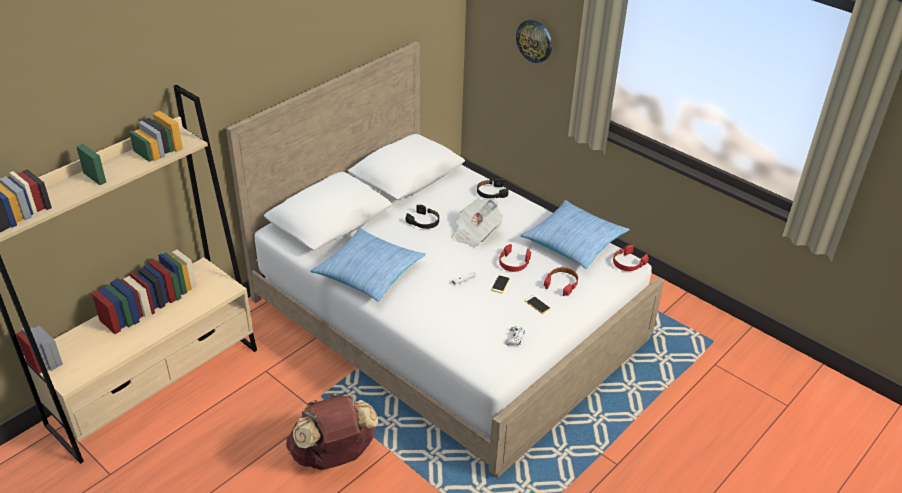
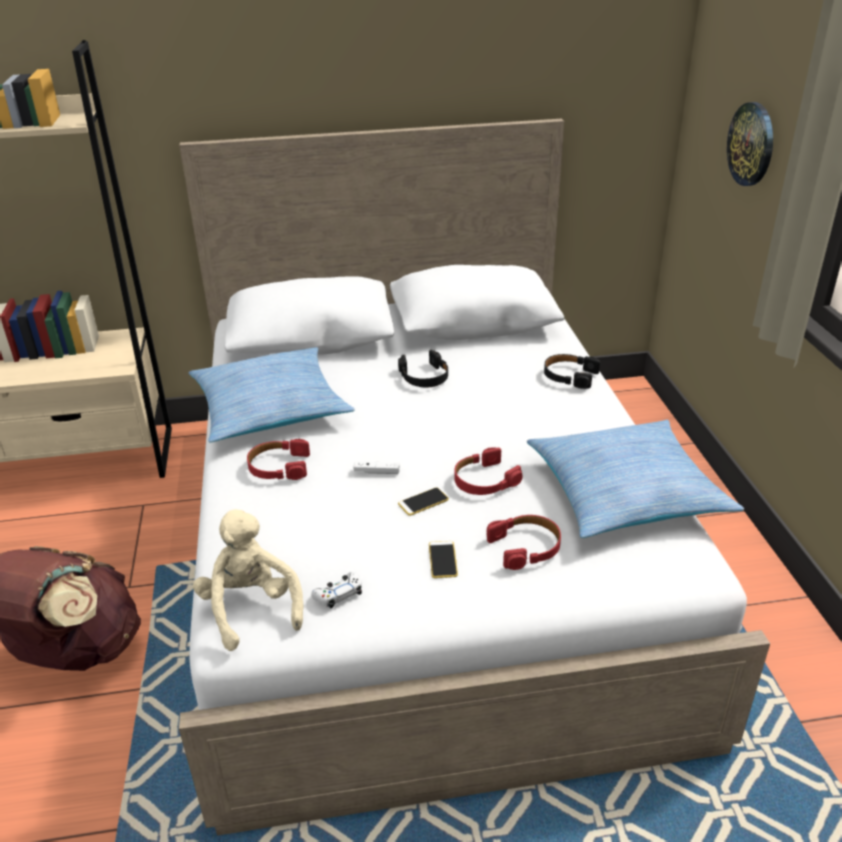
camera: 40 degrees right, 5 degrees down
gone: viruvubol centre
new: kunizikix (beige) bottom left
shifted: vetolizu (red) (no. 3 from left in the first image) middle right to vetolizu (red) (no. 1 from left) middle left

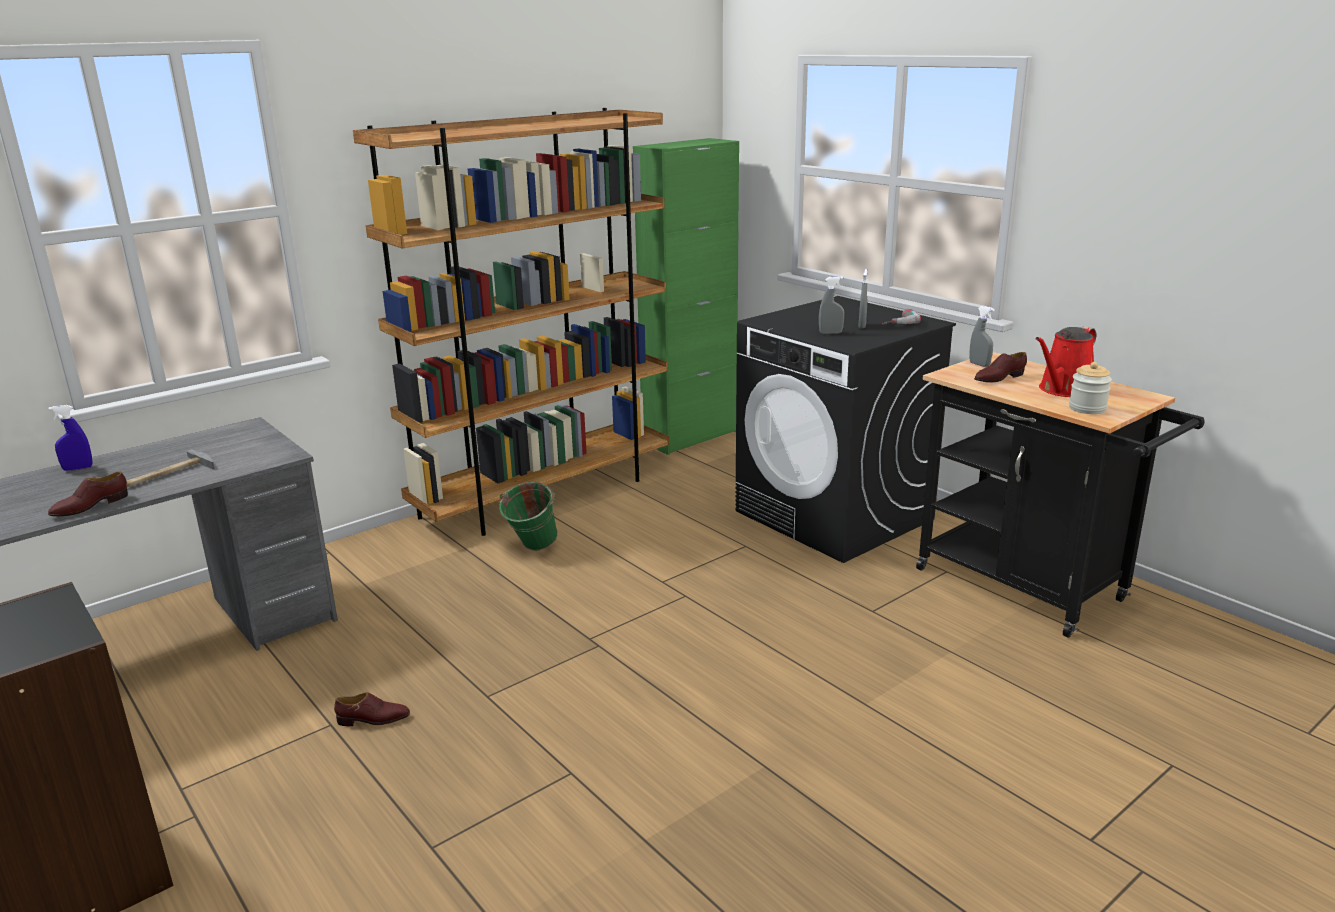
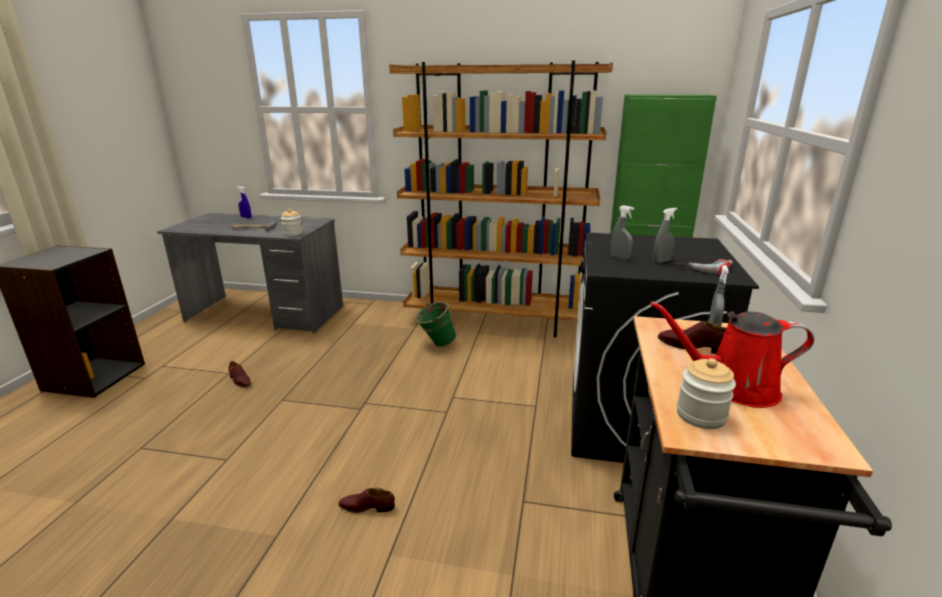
camera: 50 degrees right, 0 degrees up
new: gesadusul (no. 1 from left) middle left
shifted: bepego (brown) (no. 1 from left in the first image) middle left to bepego (brown) (no. 2 from left) bottom centre

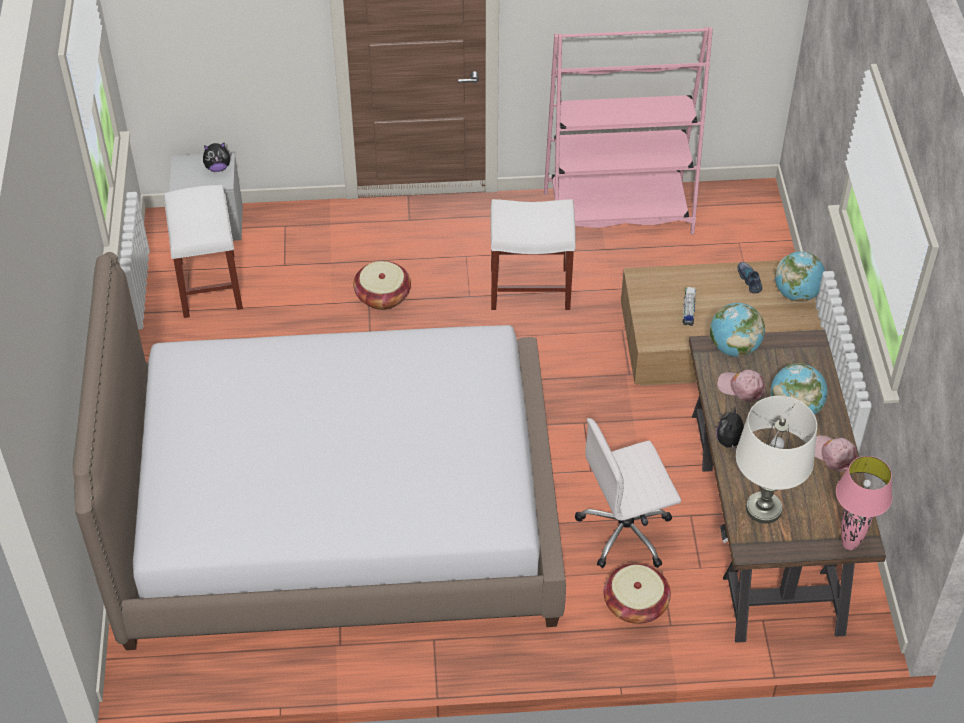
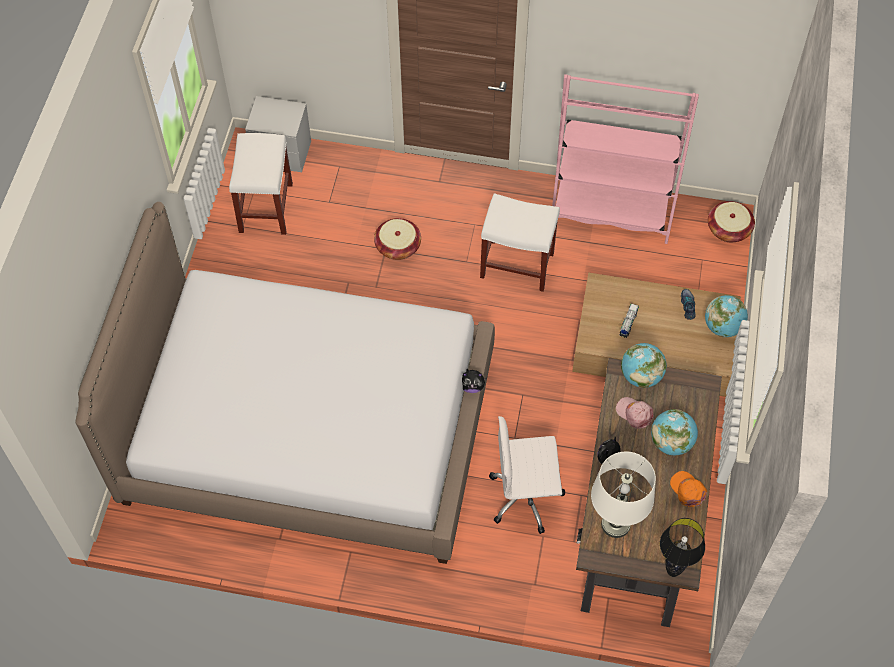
camera: 15 degrees right, 10 degrees up
shifted: kunizikix (no. 1 from left) top left to centre; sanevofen (no. 2 from left) bottom centre to top right
repainted: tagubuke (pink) (no. 2 from left) middle right to tagubuke (orange) bottom right; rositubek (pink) bottom right to rositubek (black) bottom right

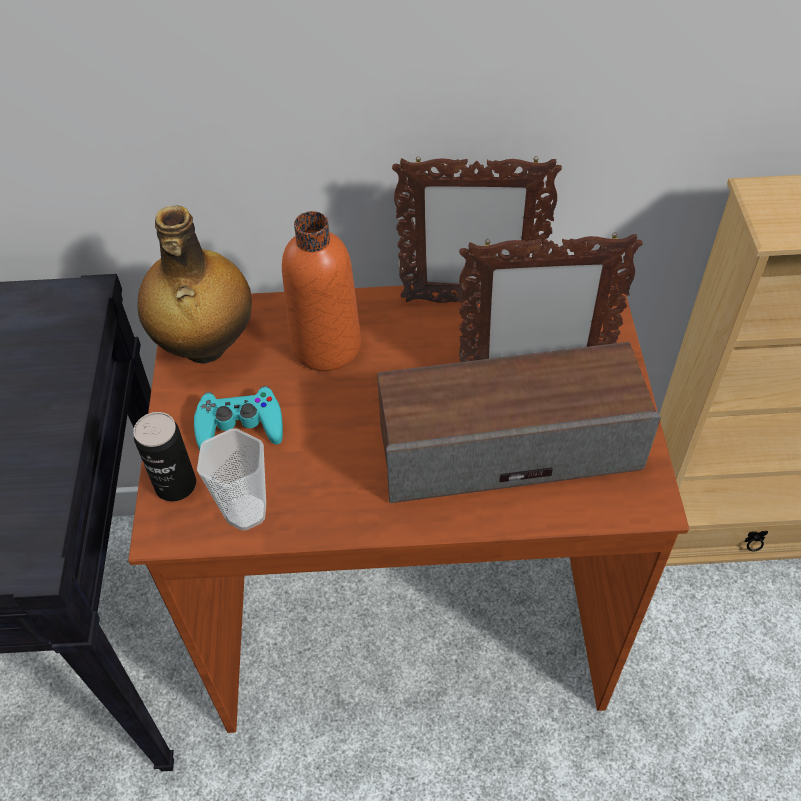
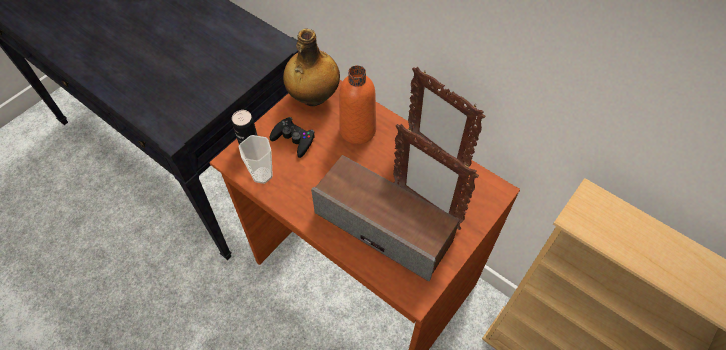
camera: 40 degrees right, 5 degrees up
repainted: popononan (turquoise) middle left to popononan (black) centre

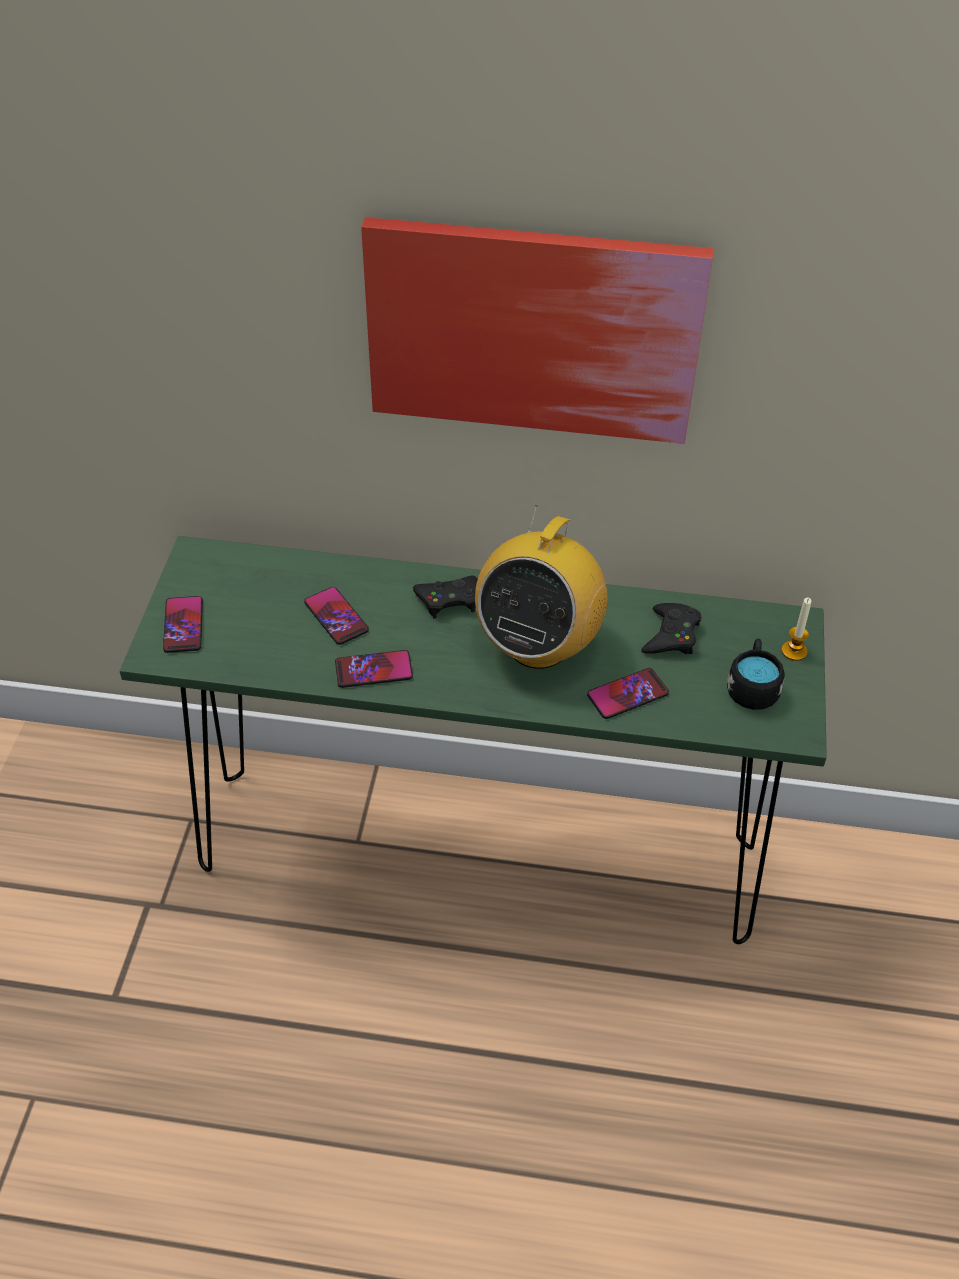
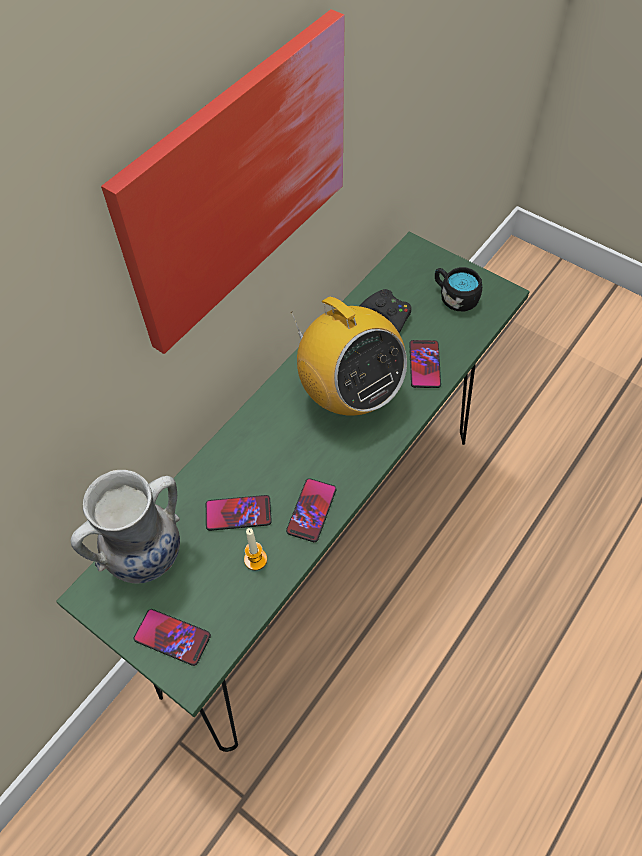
camera: 60 degrees left, 10 degrees up
gone: popononan (black) (no. 1 from left) centre
new: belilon middle left
shifted: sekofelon middle right to centre

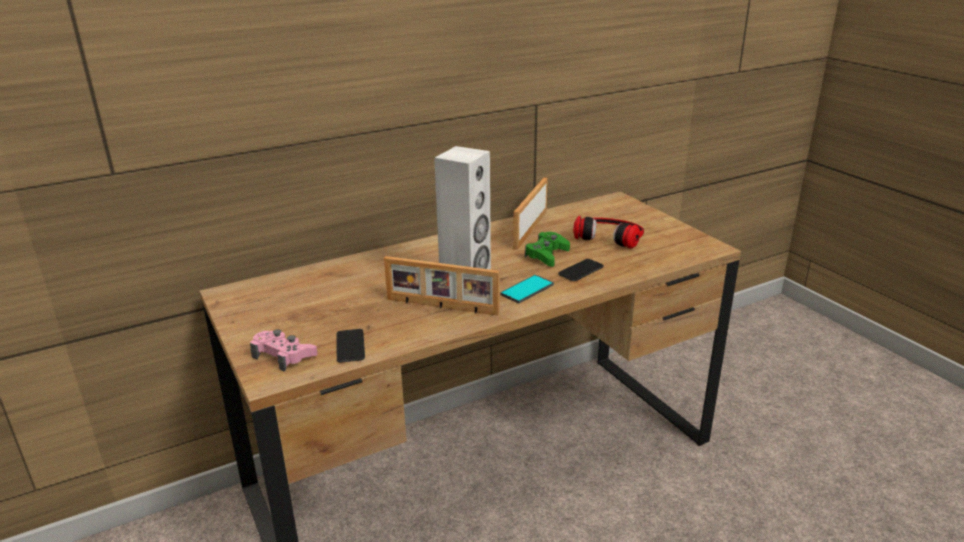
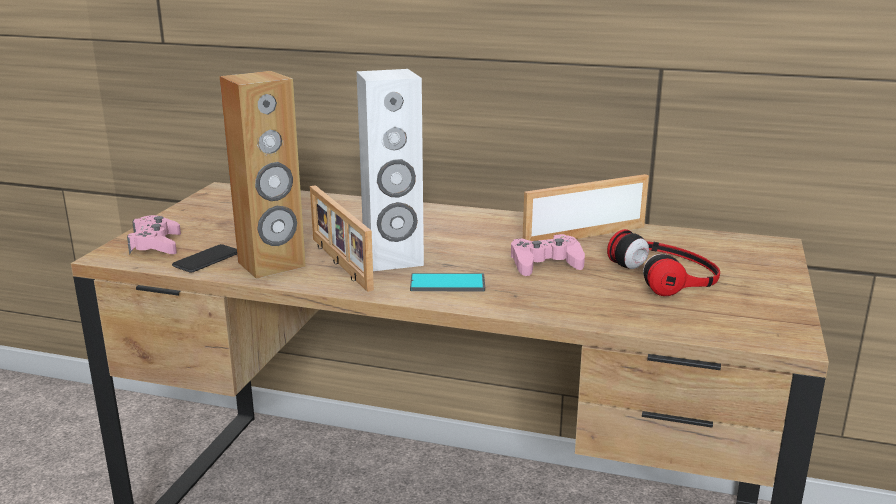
camera: 45 degrees right, 5 degrees down
gone: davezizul (no. 3 from left) centre
new: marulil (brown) middle left
repainted: popononan (green) centre to popononan (pink) (no. 2 from left) centre

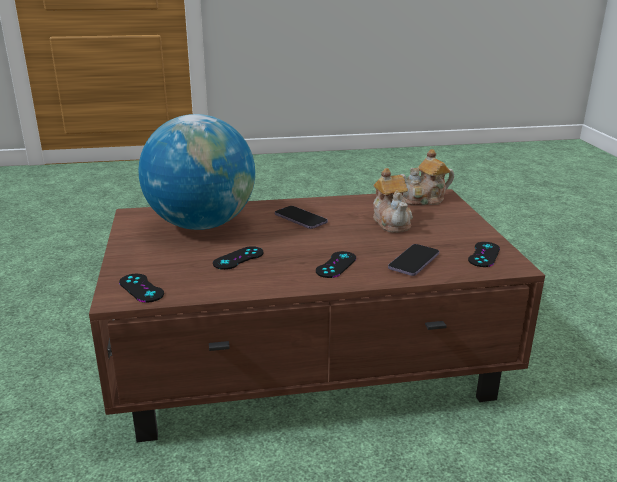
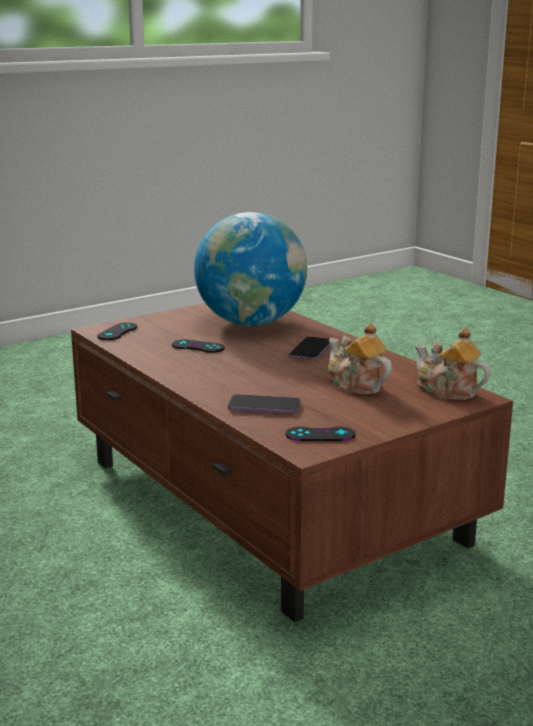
camera: 65 degrees right, 5 degrees down
gone: popononan (black) (no. 3 from left) centre
rotated: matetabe (no. 1 from left) centre = middle right 90 degrees clockwise

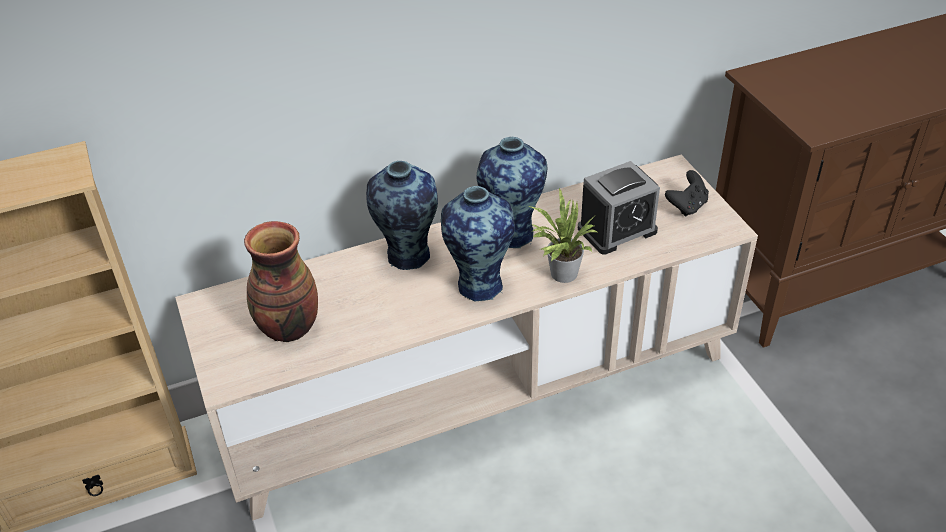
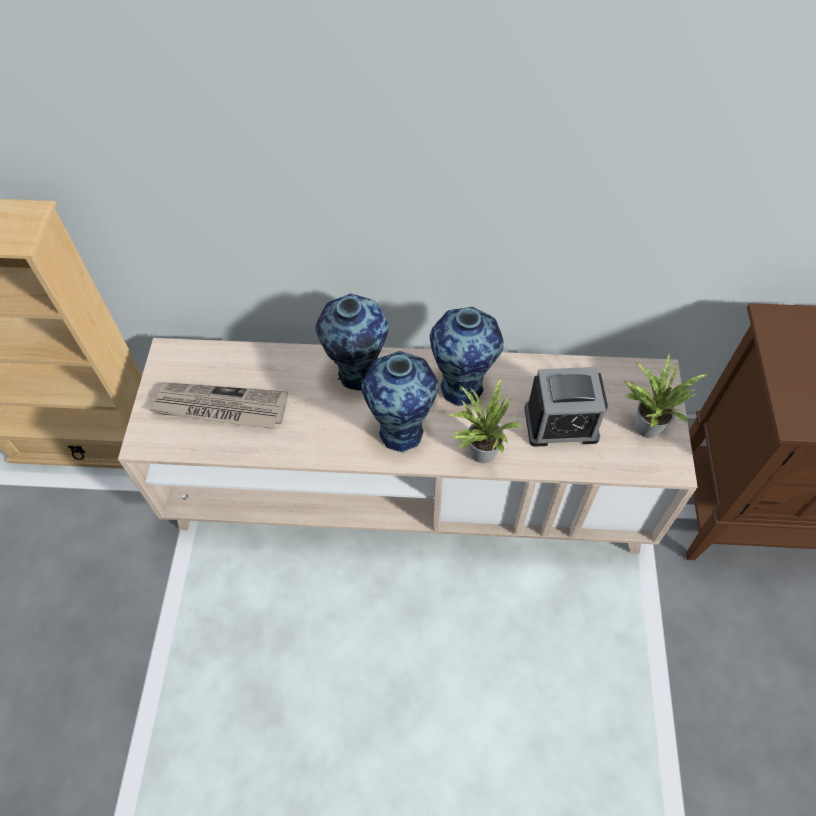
camera: 25 degrees right, 15 degrees up
swapped: belilon (no. 1 from left) middle left to viruvubol middle left; popononan (black) middle right to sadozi (no. 2 from left) middle right

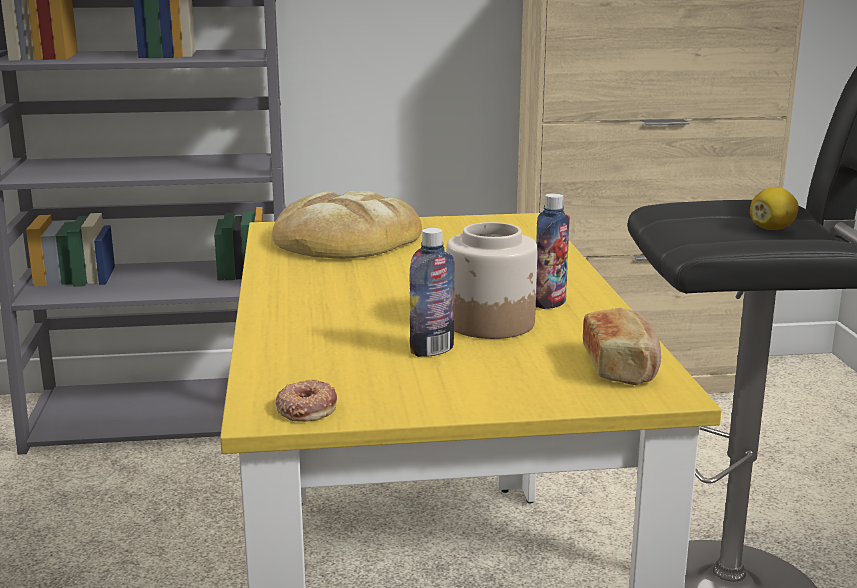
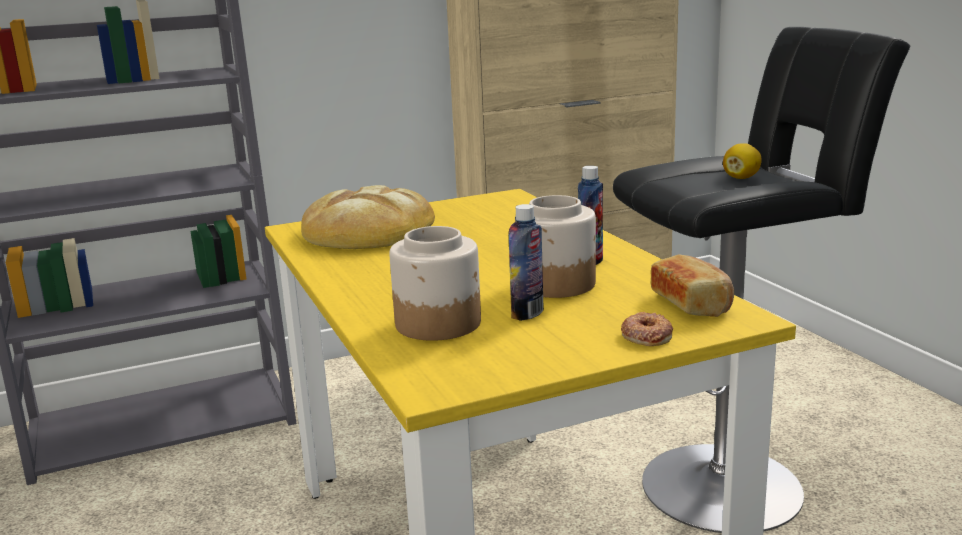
camera: 15 degrees left, 0 degrees up
new: gesadusul (no. 1 from left) centre
shifted: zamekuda bottom centre to middle right

